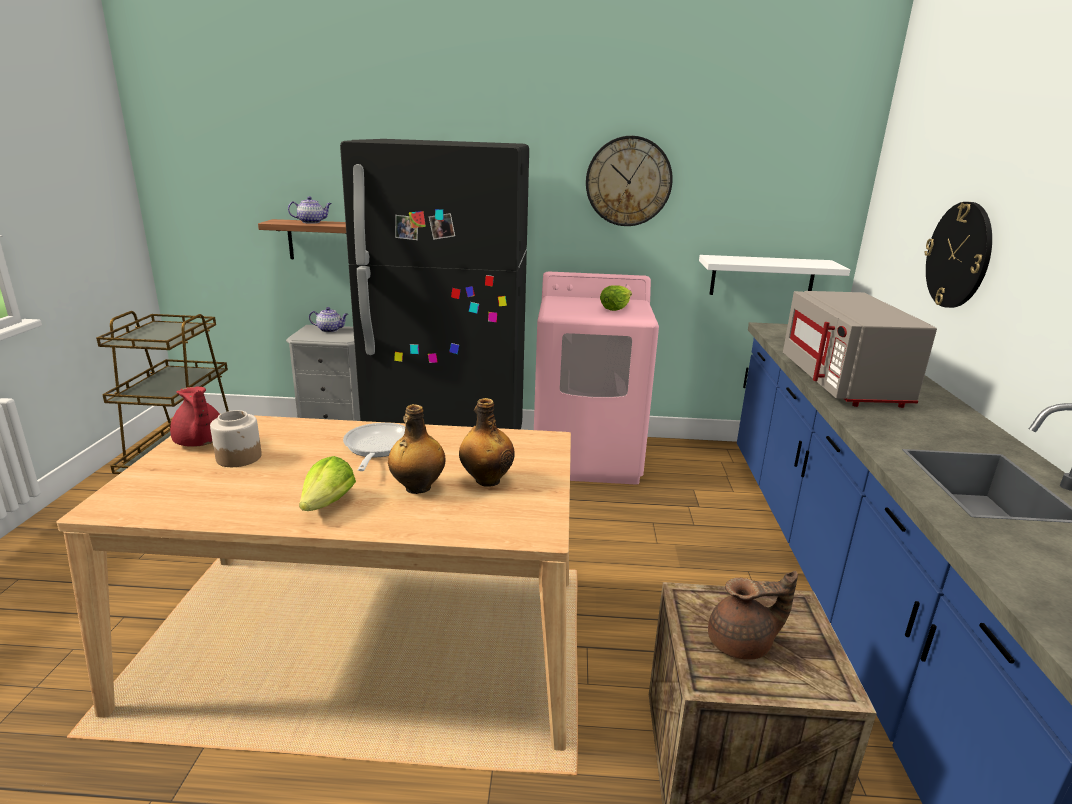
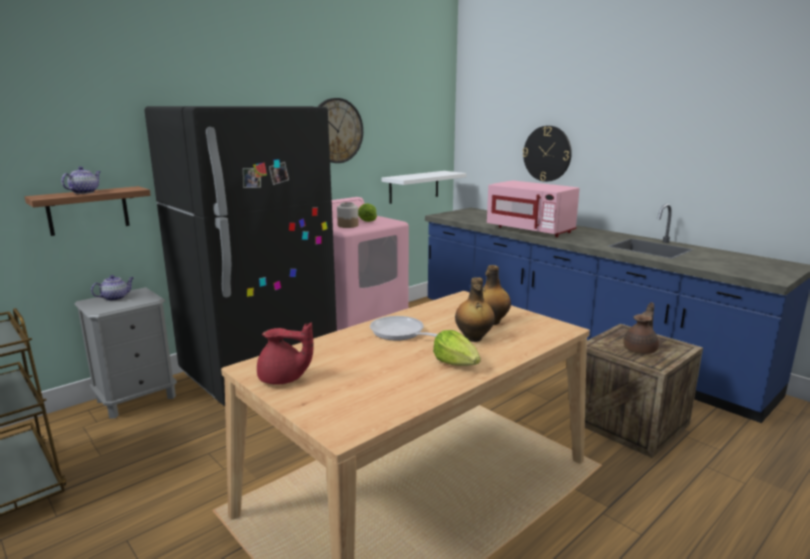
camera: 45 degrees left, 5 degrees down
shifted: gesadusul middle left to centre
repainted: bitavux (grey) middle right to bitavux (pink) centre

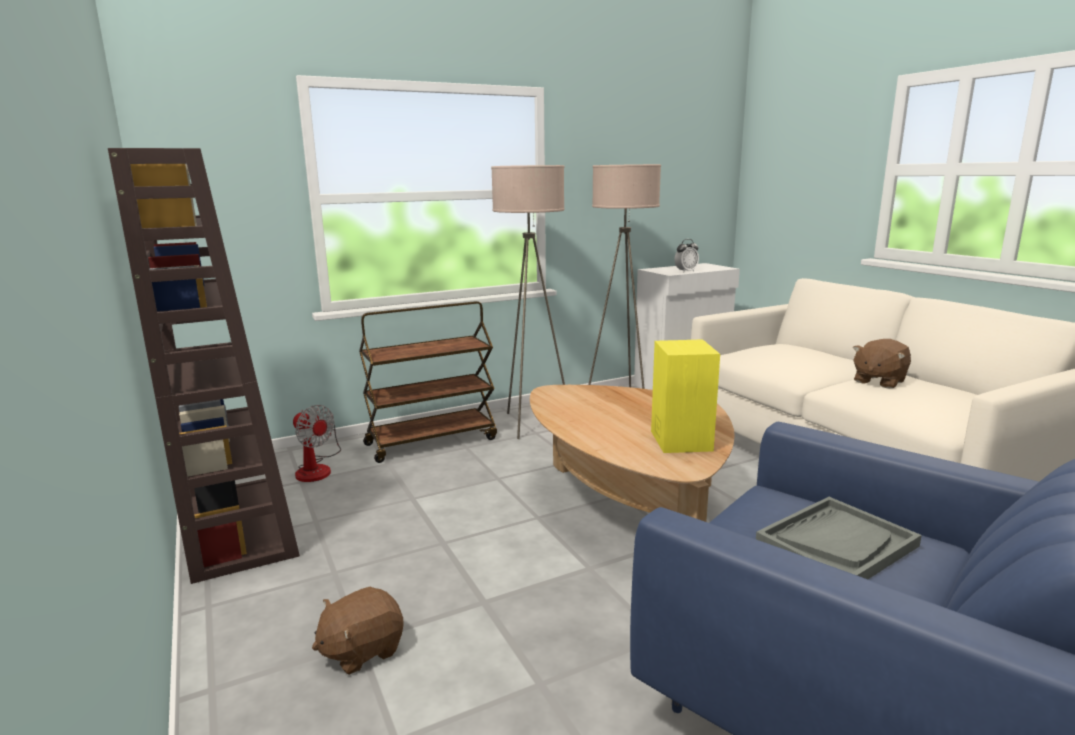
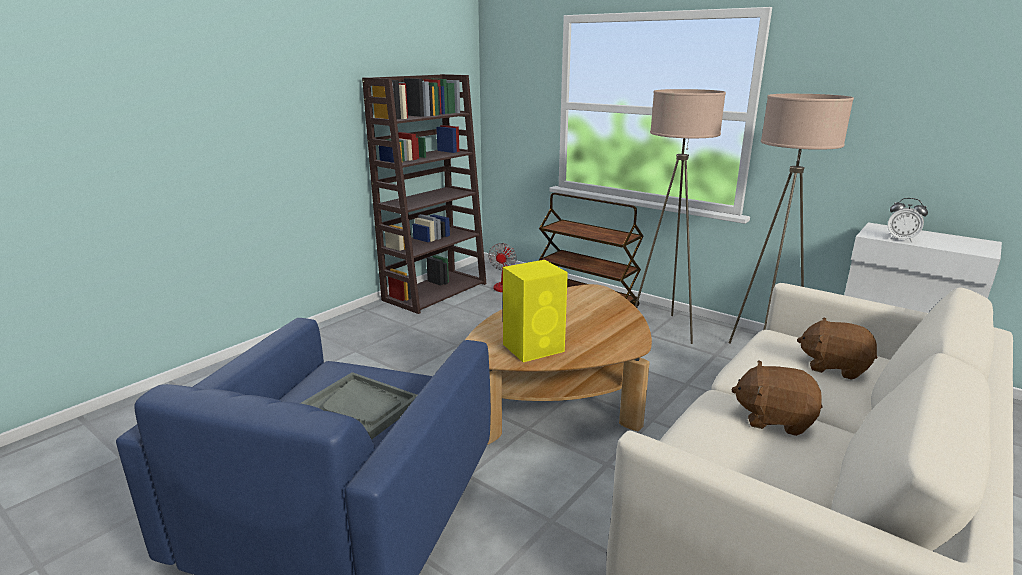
camera: 65 degrees right, 5 degrees up
shifted: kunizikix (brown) (no. 1 from left in the first image) bottom left to kunizikix (brown) (no. 2 from left) middle right

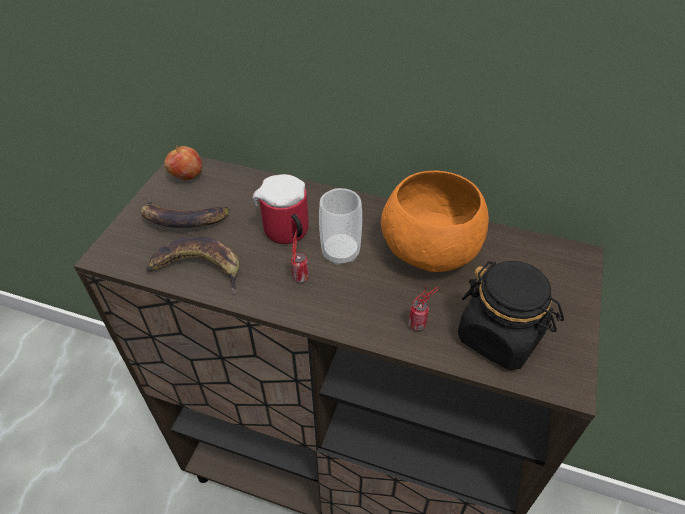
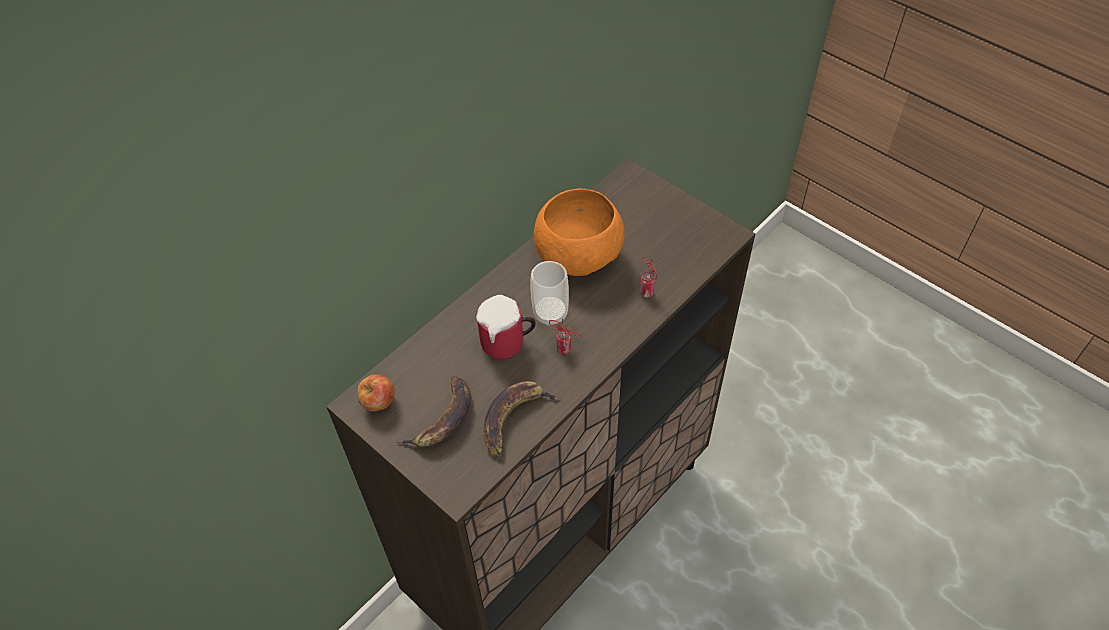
camera: 65 degrees left, 5 degrees up
gone: gesadusul (black) middle right

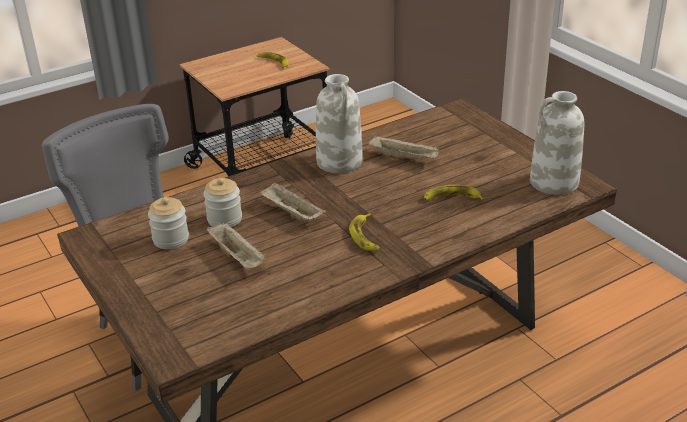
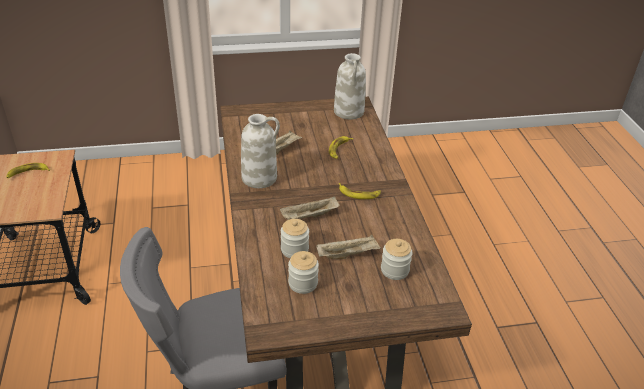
camera: 70 degrees left, 5 degrees up
new: gesadusul (no. 3 from left) centre

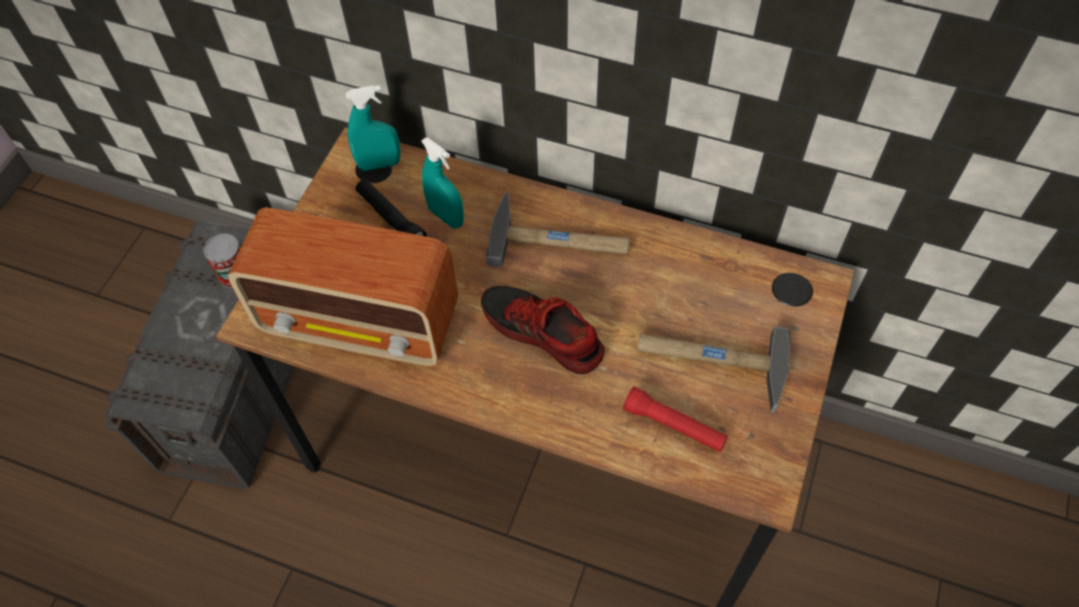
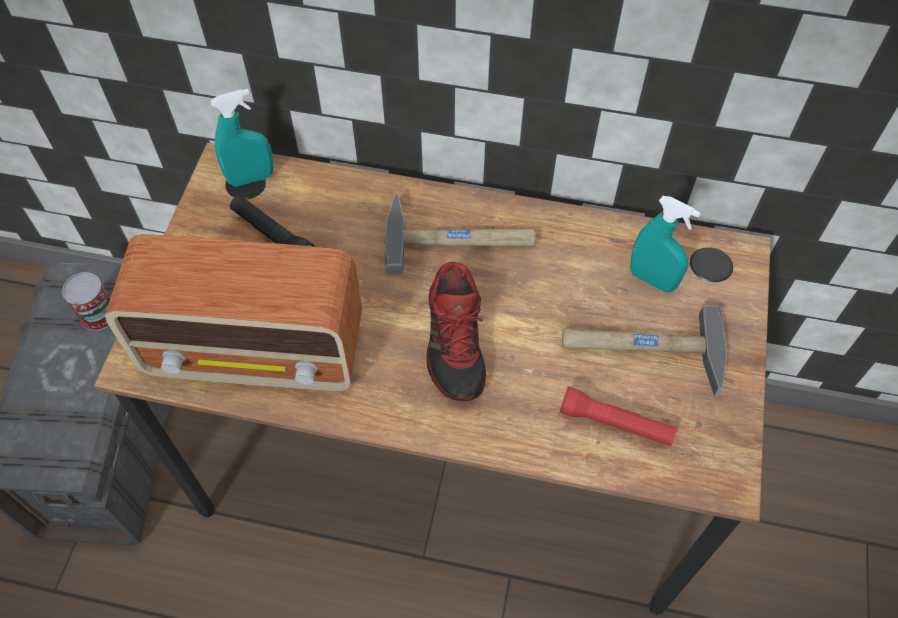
camera: 10 degrees left, 0 degrees up
shifted: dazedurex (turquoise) (no. 2 from left) top centre to middle right
rotated: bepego centre = centre 120 degrees counterclockwise

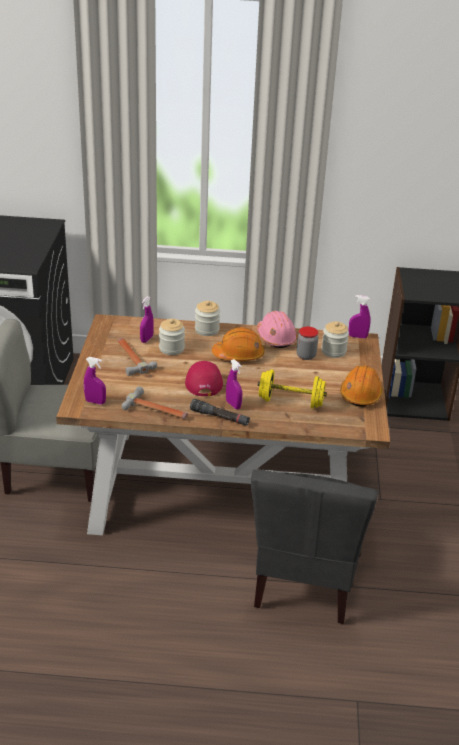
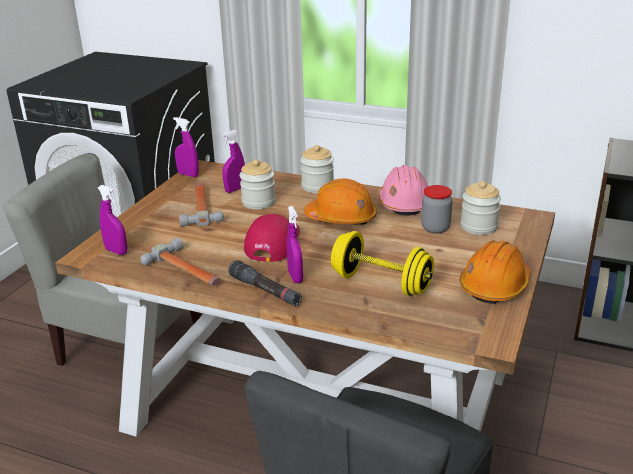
camera: 20 degrees right, 5 degrees down
shifted: dazedurex (purple) (no. 4 from left in the first image) middle right to dazedurex (purple) (no. 2 from left) top left

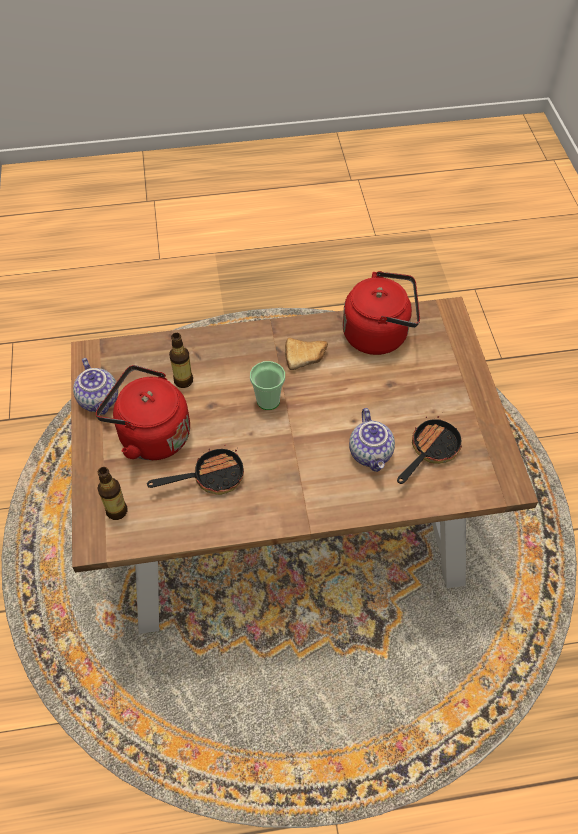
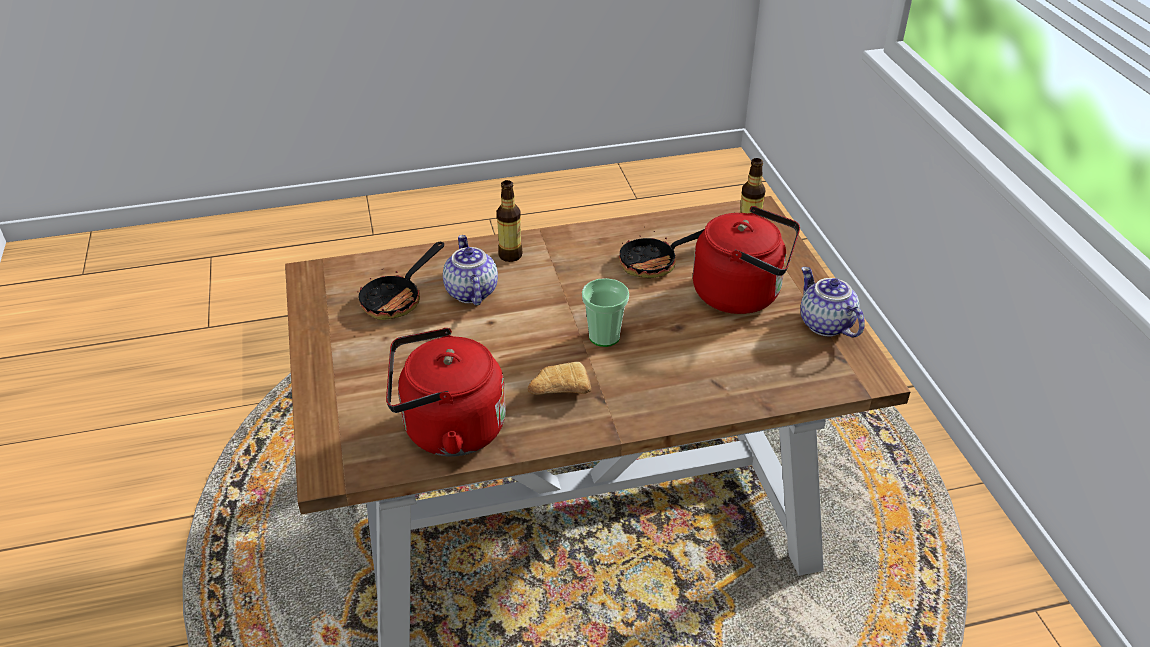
camera: 175 degrees right, 15 degrees down
shifted: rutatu (no. 2 from left in the first image) middle left to rutatu (no. 1 from left) centre

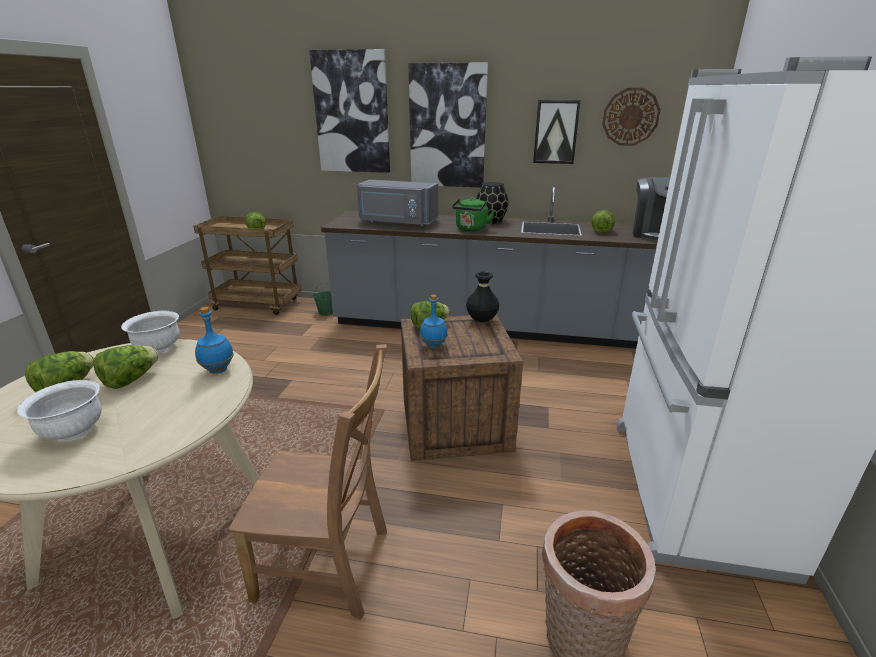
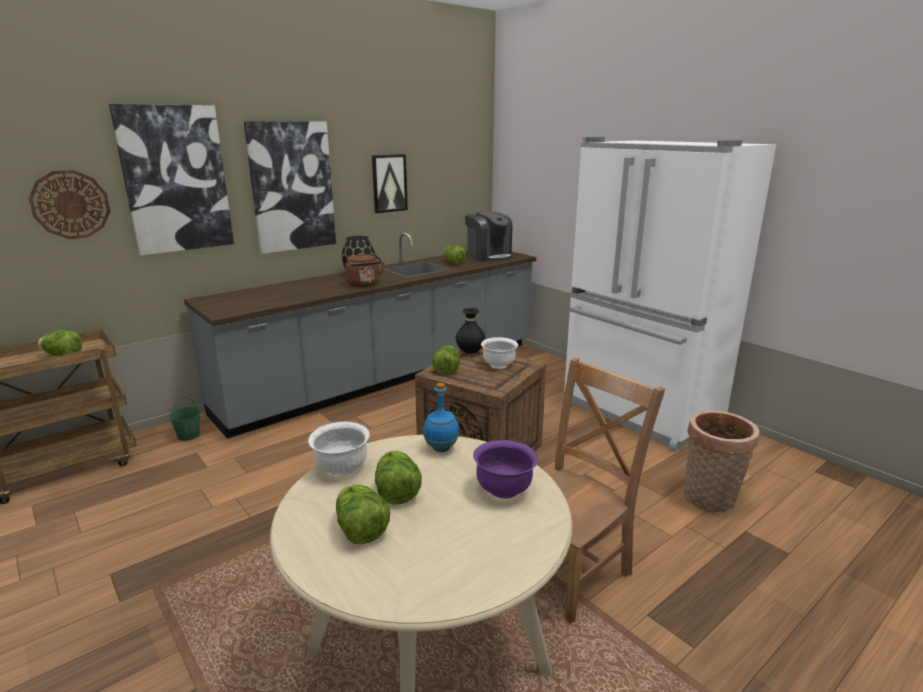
camera: 50 degrees left, 5 degrees down
gone: bitavux (grey) top centre; rutatu (blue) (no. 2 from left) centre
new: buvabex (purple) bottom centre
shifted: buvabex (white) (no. 1 from left in the first image) middle left to buvabex (white) (no. 2 from left) centre; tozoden top right to top left
repainted: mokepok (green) top centre to mokepok (brown) centre

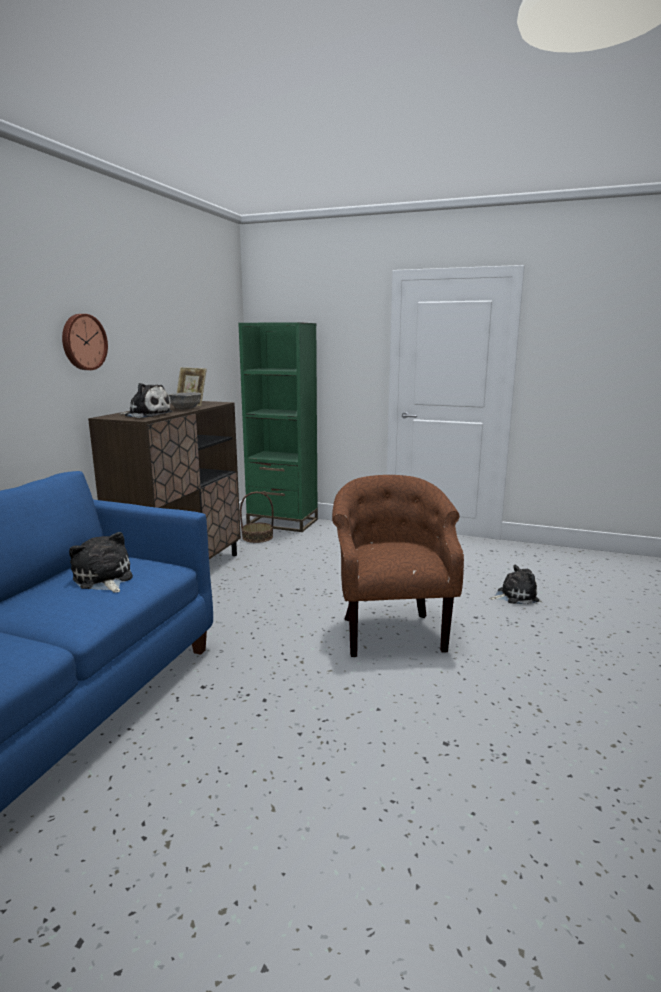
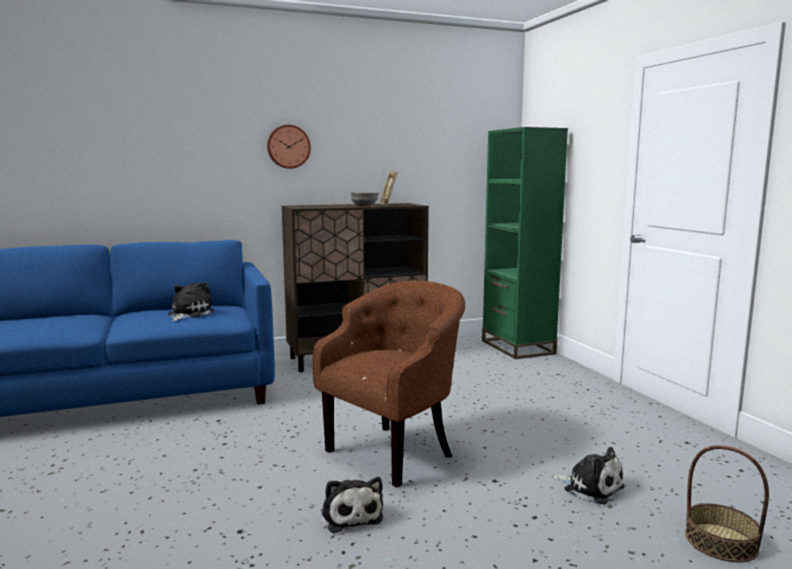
camera: 50 degrees right, 5 degrees down
shifted: kunizikix (no. 2 from left) middle left to bottom centre; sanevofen centre to bottom right

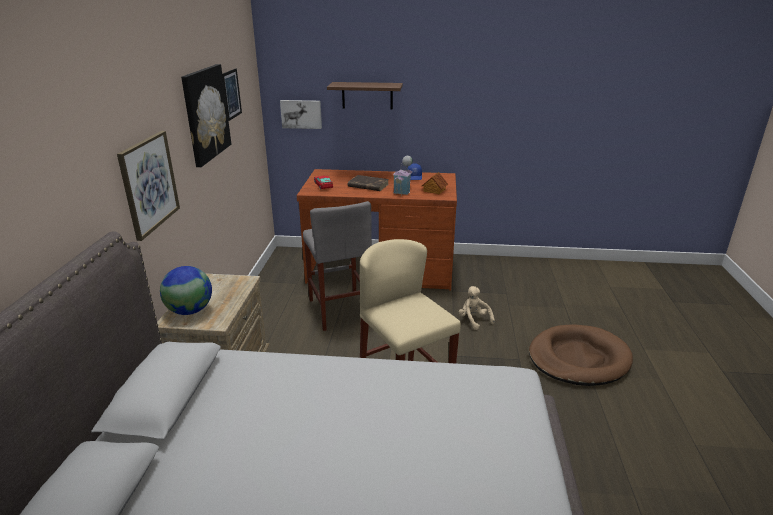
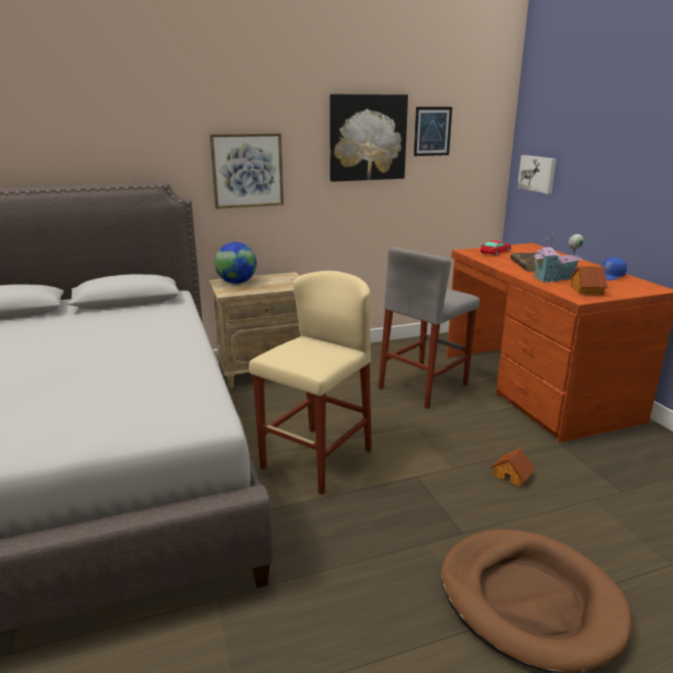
camera: 65 degrees right, 5 degrees down
gone: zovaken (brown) top centre
swapped: kunizikix (beige) centre to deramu (no. 1 from left) bottom right

